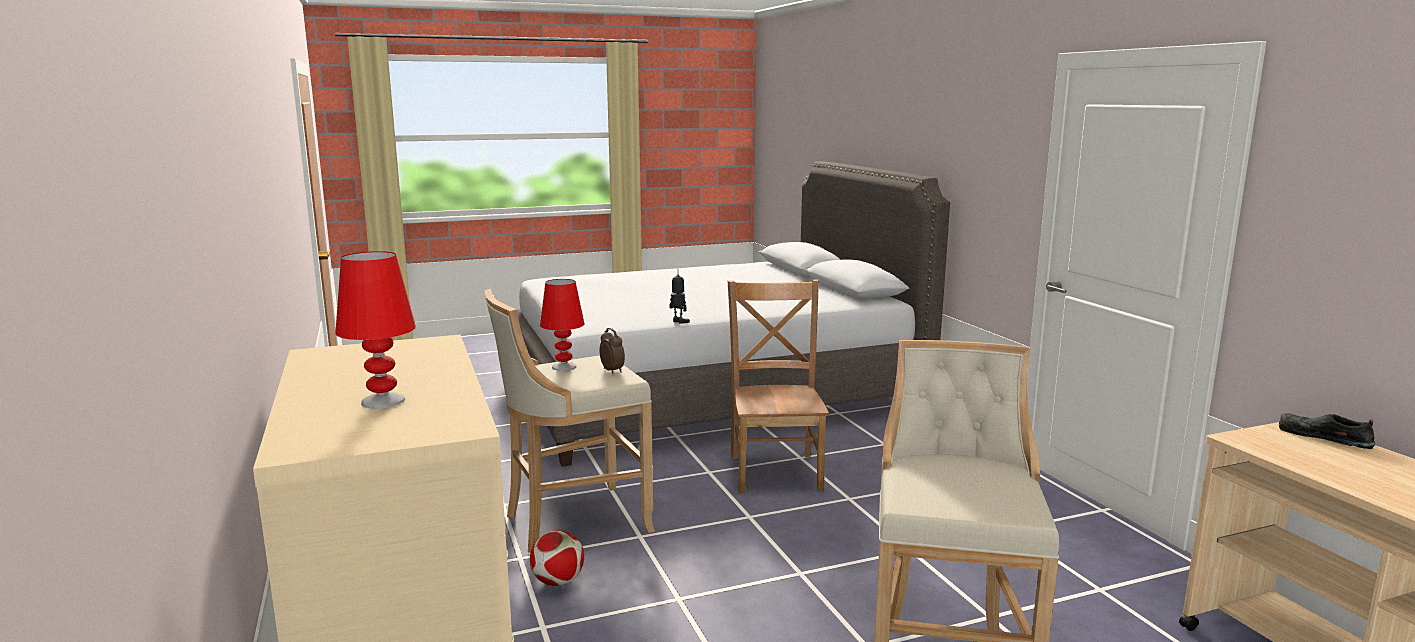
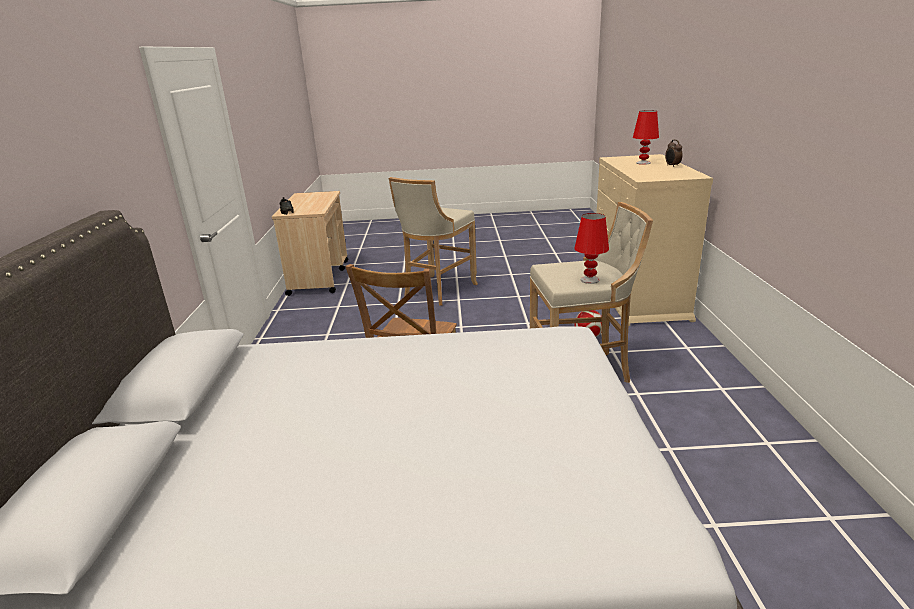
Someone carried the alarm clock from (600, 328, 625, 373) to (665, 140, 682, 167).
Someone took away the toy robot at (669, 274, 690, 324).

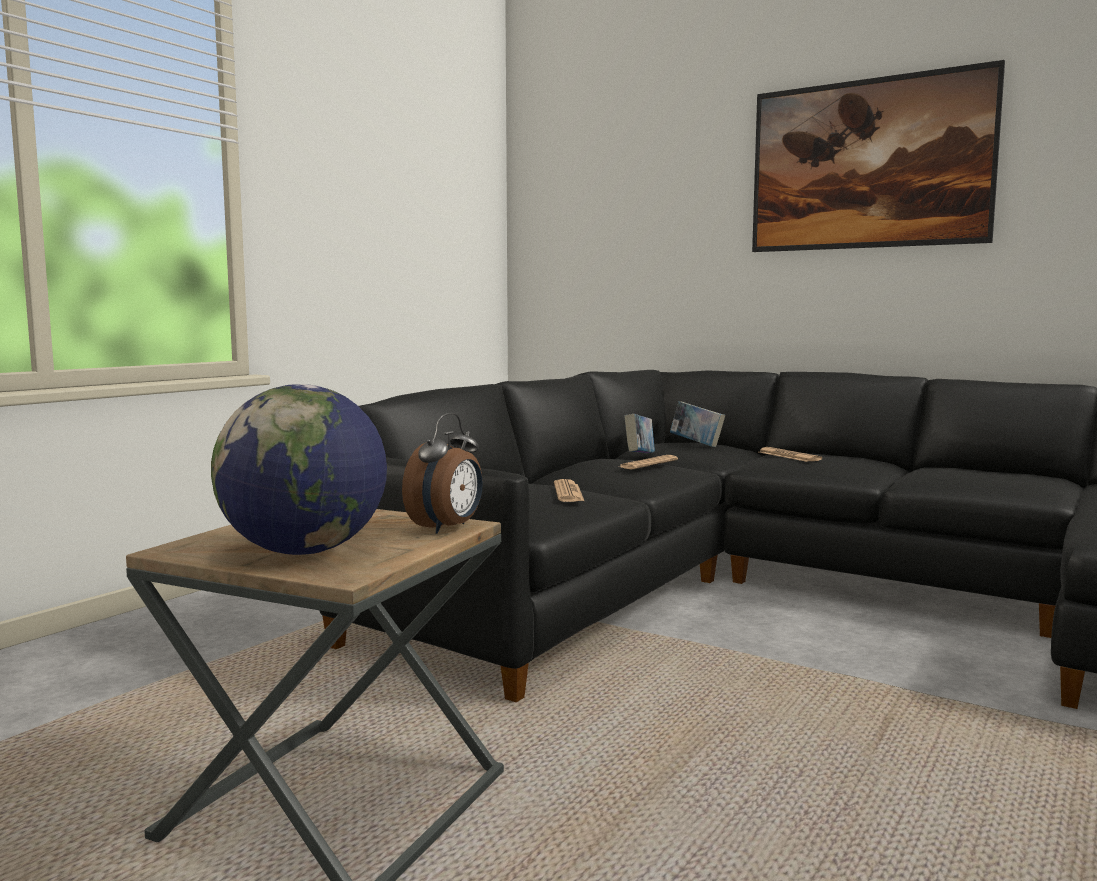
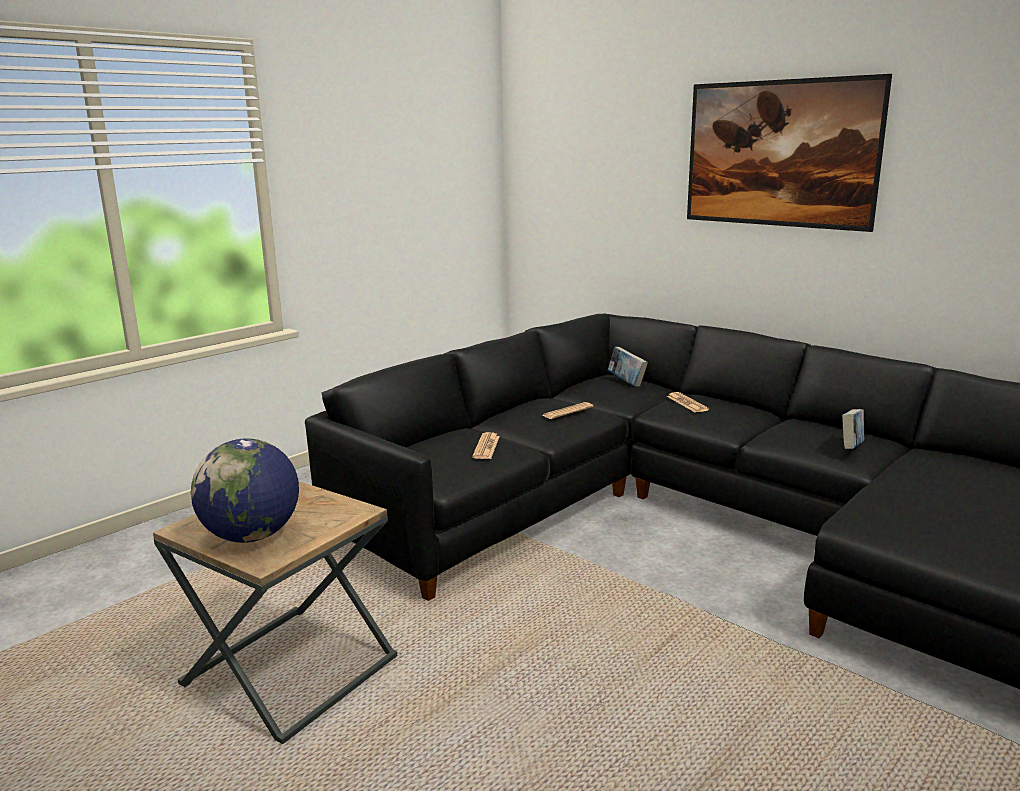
Someone took away the alarm clock at (402, 413, 483, 534).
Someone carried the book from (624, 414, 655, 453) to (842, 409, 864, 449).

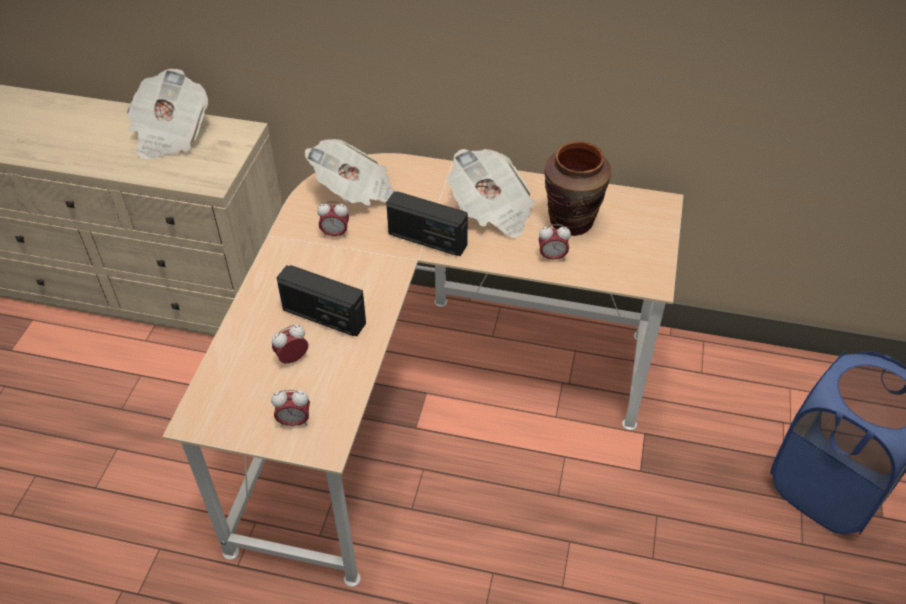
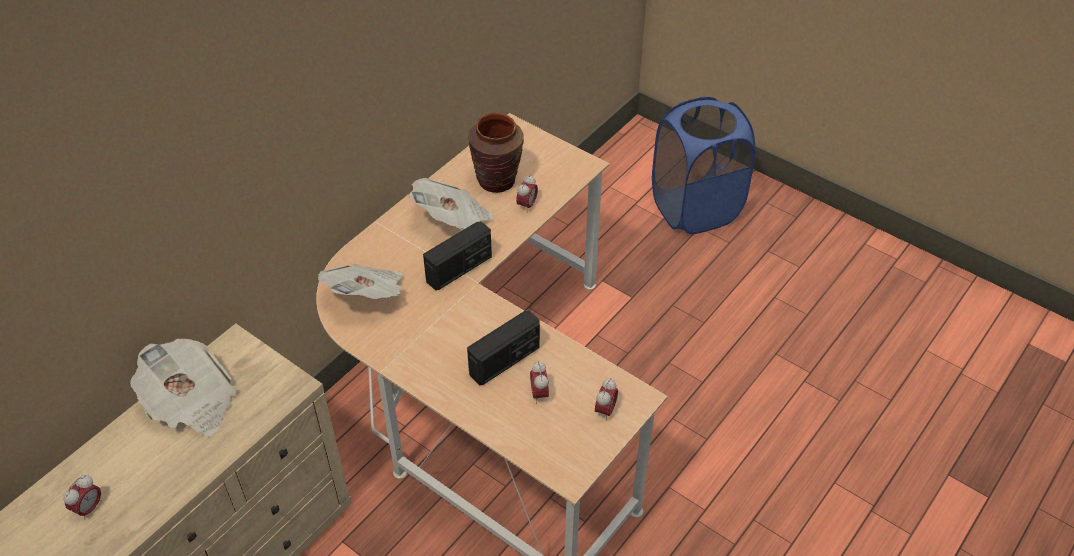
Someone carried the alarm clock from (317, 201, 349, 238) to (63, 475, 102, 520).

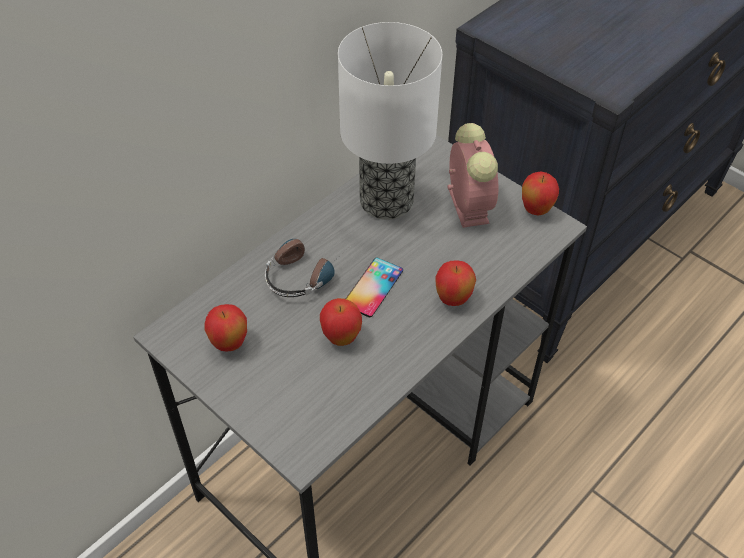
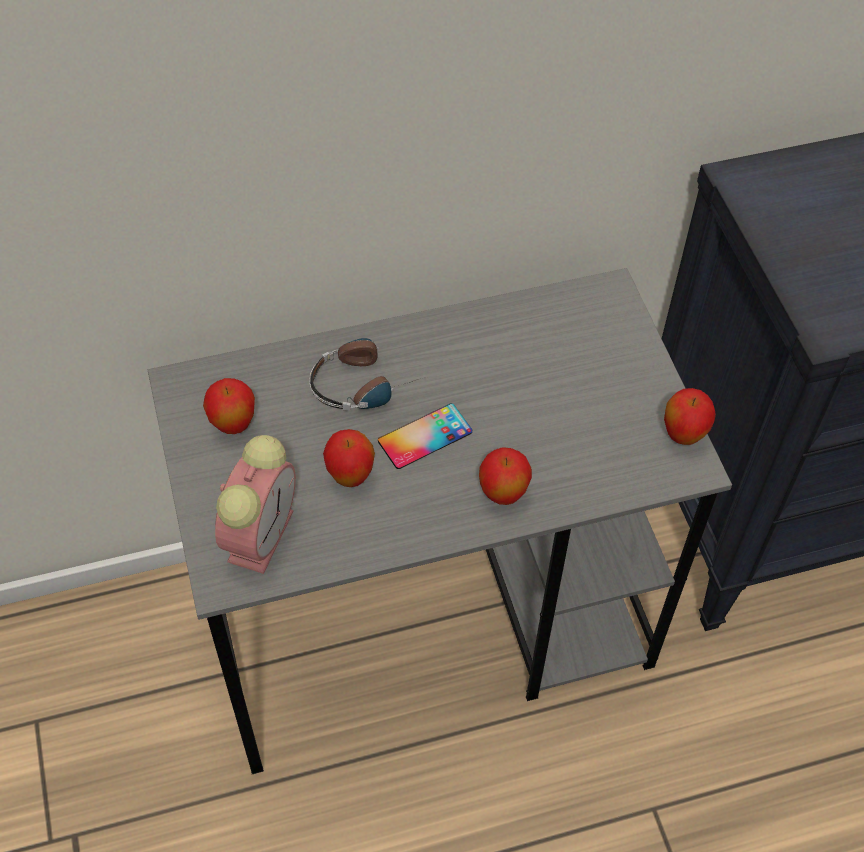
Someone took away the table lamp at (338, 22, 442, 220).
Someone carried the alarm clock from (447, 123, 498, 228) to (215, 435, 296, 574).

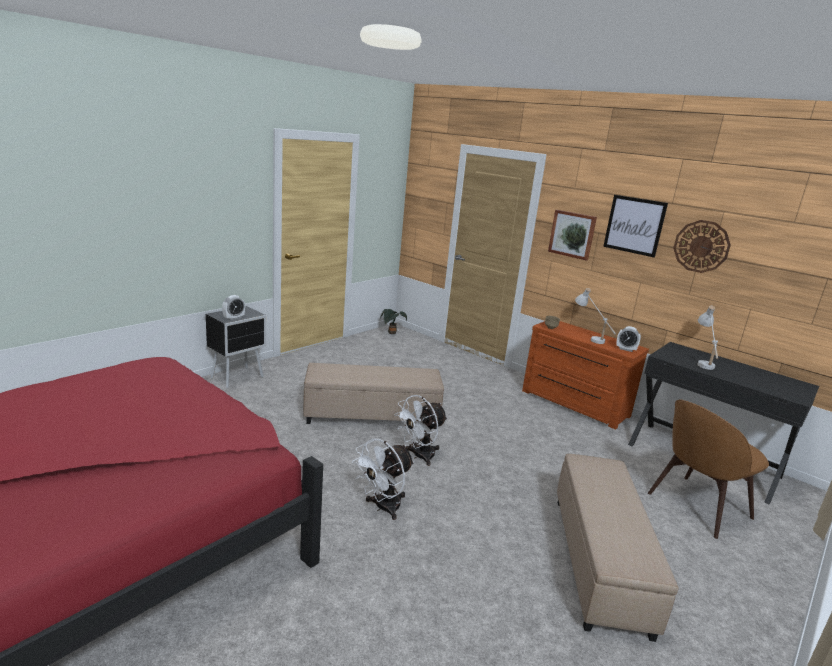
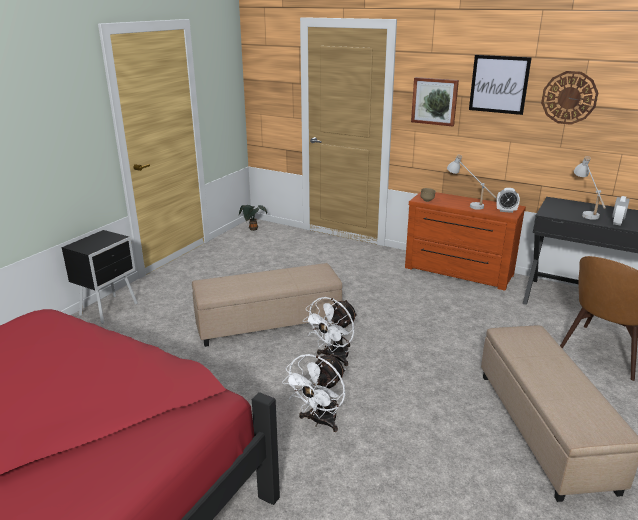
Someone carried the alarm clock from (222, 295, 245, 320) to (612, 196, 630, 226).

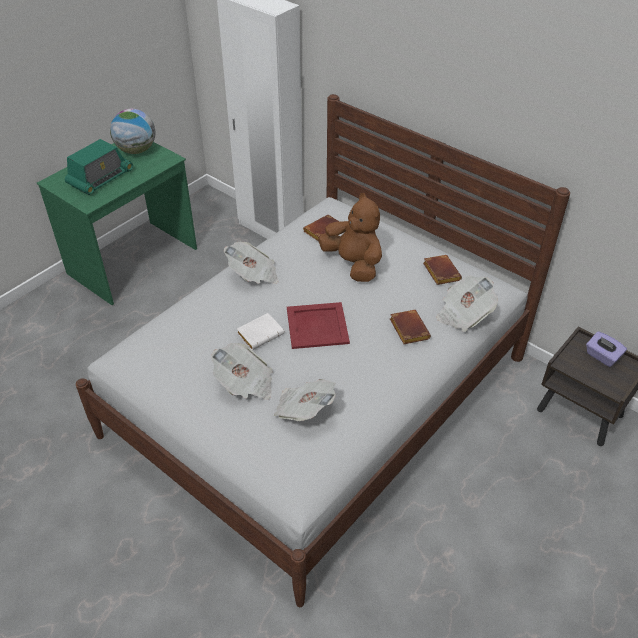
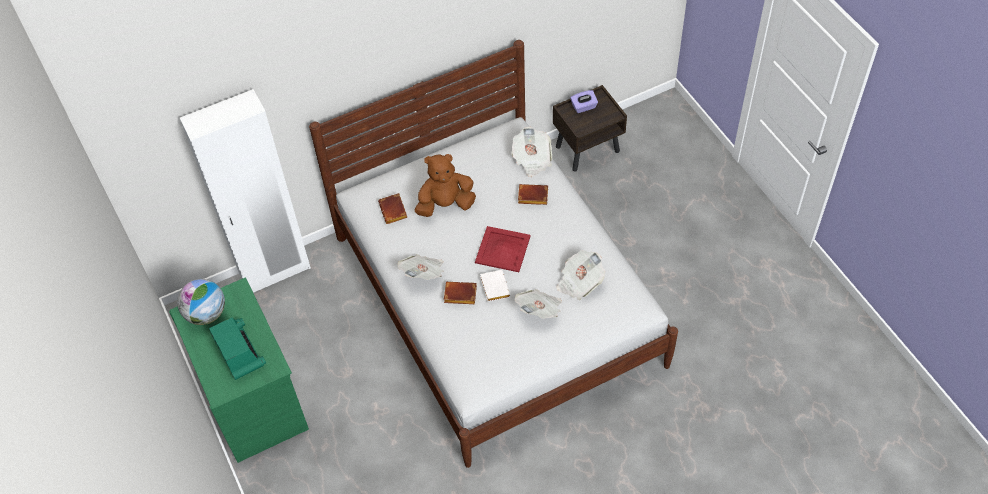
Someone carried the brown book from (423, 255, 462, 285) to (444, 282, 477, 304).

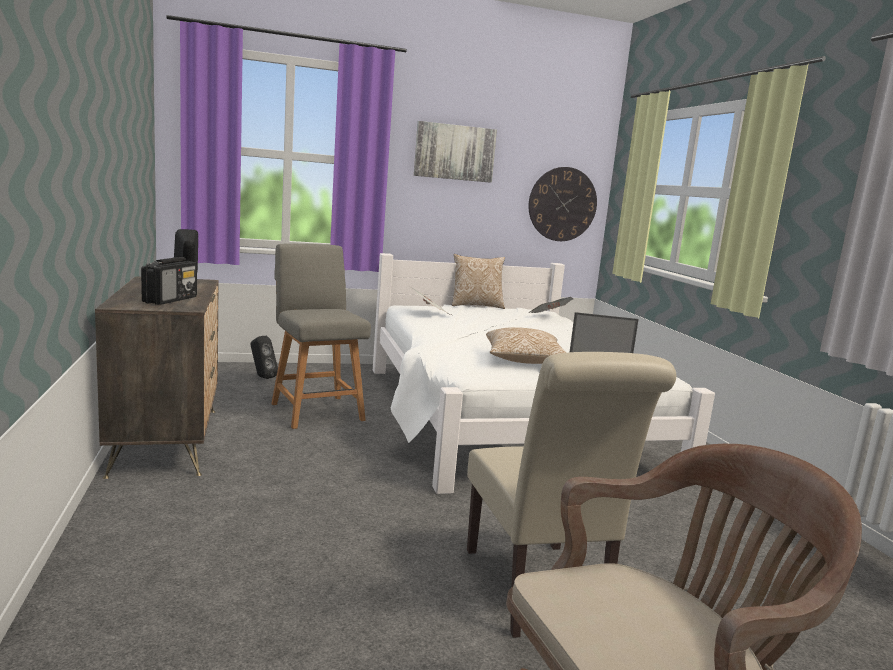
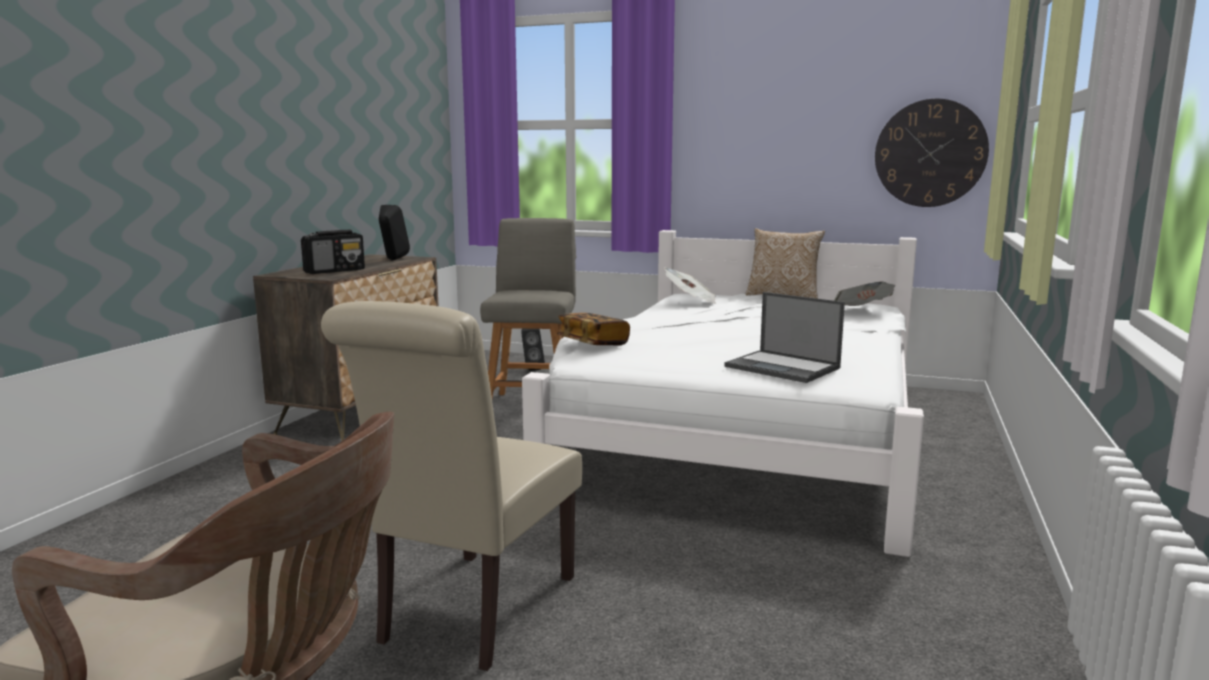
Someone took away the picture at (414, 121, 497, 183).
Someone took away the pillow at (486, 327, 566, 364).
Someone put down the book at (557, 313, 630, 346).

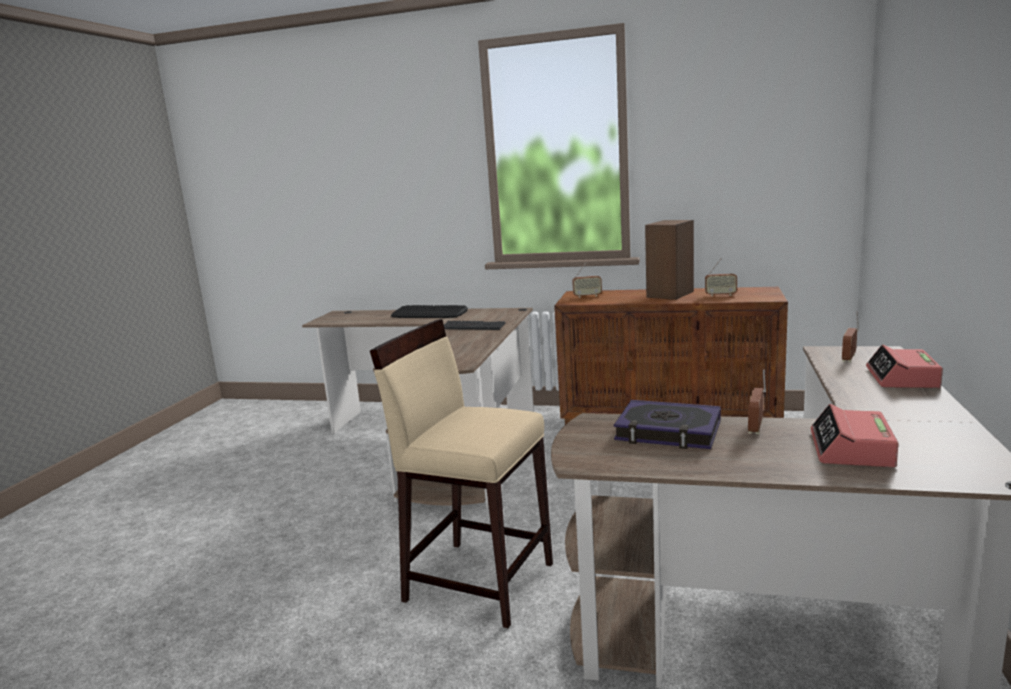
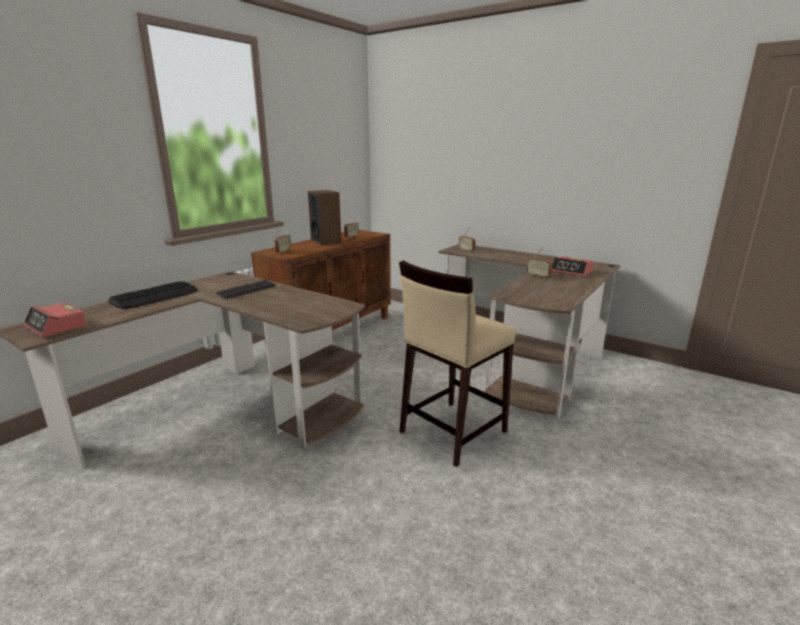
Someone took away the book at (614, 400, 721, 449).
Someone carried the alarm clock from (866, 345, 943, 388) to (24, 303, 87, 337).

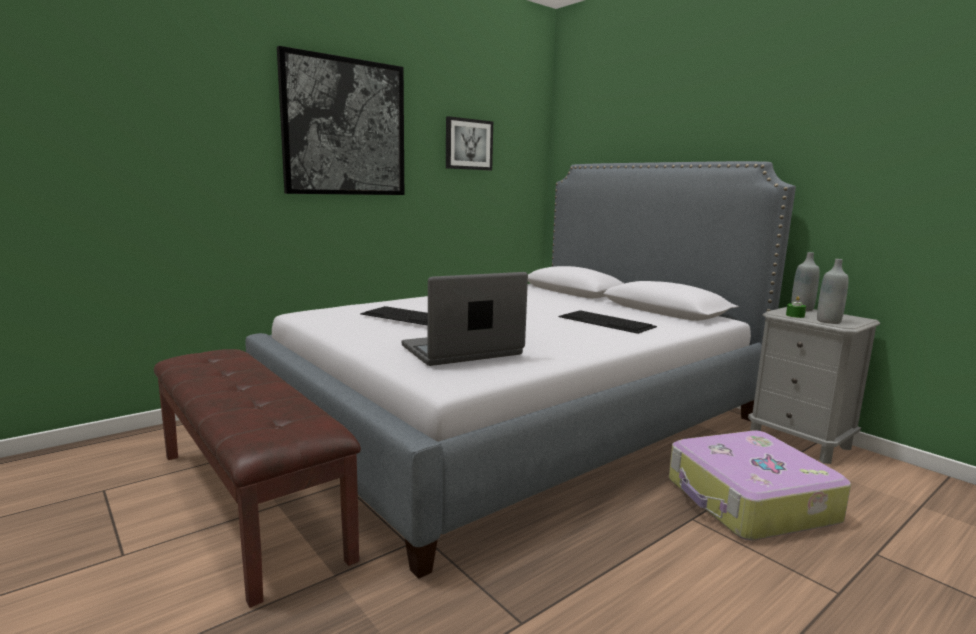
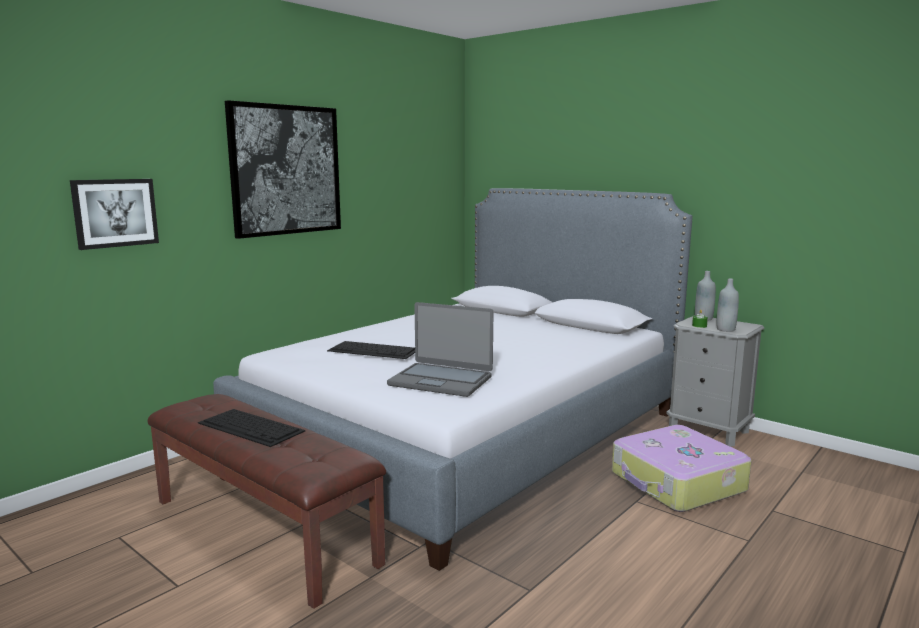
Someone rotated the laptop at (402, 272, 528, 366) by 120 degrees counterclockwise.
Someone carried the picture from (446, 116, 493, 170) to (70, 179, 159, 250).
Someone carried the keyboard from (558, 310, 657, 334) to (198, 409, 305, 447).

